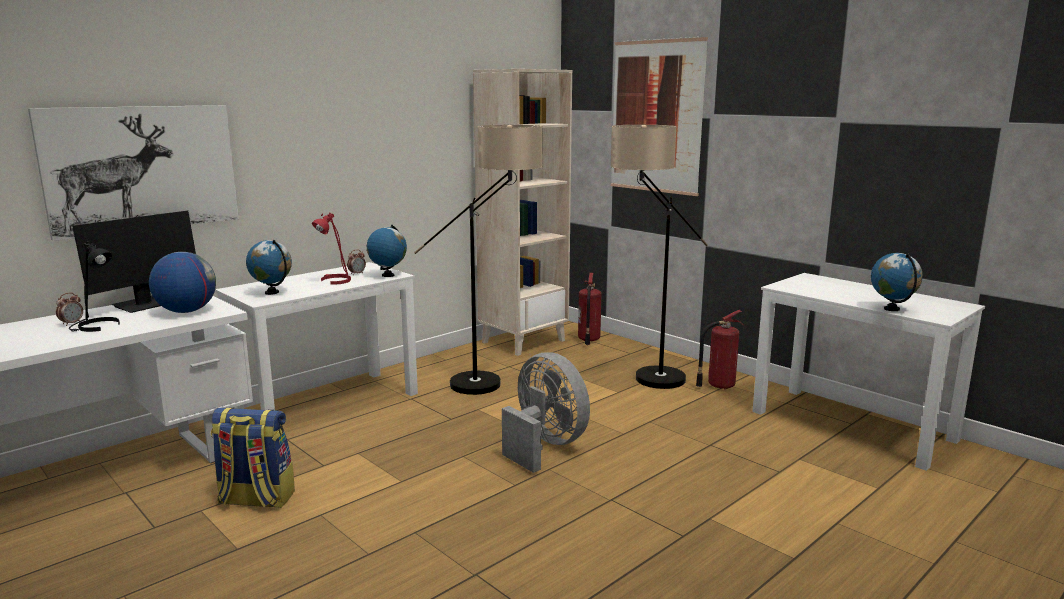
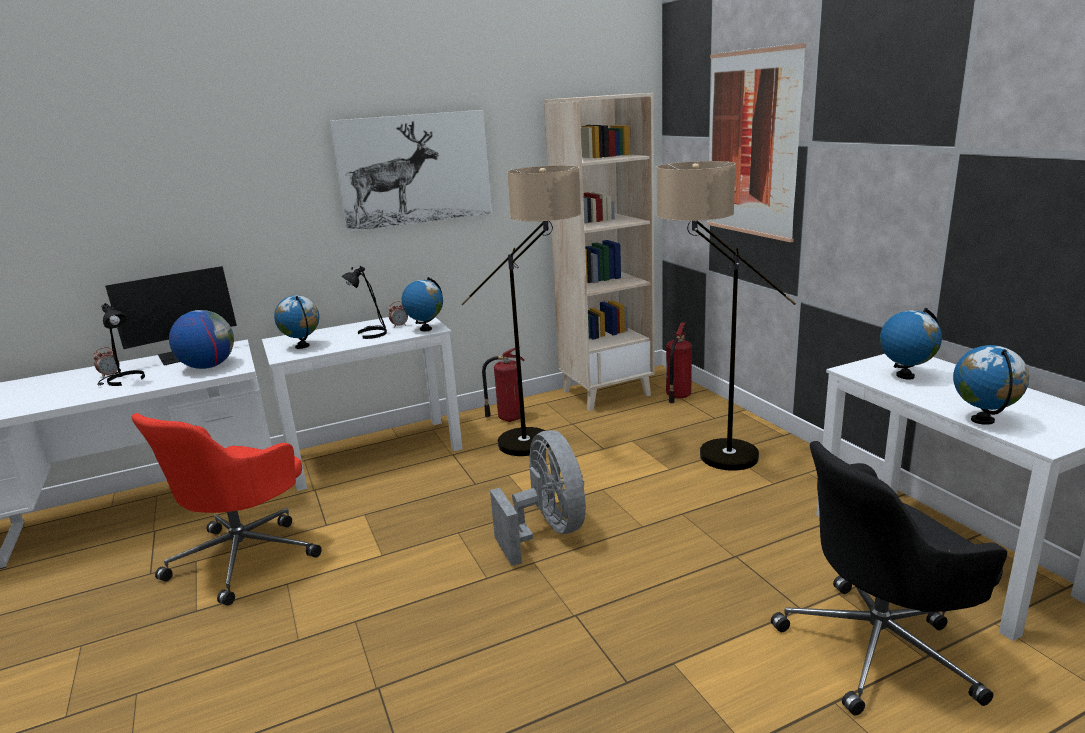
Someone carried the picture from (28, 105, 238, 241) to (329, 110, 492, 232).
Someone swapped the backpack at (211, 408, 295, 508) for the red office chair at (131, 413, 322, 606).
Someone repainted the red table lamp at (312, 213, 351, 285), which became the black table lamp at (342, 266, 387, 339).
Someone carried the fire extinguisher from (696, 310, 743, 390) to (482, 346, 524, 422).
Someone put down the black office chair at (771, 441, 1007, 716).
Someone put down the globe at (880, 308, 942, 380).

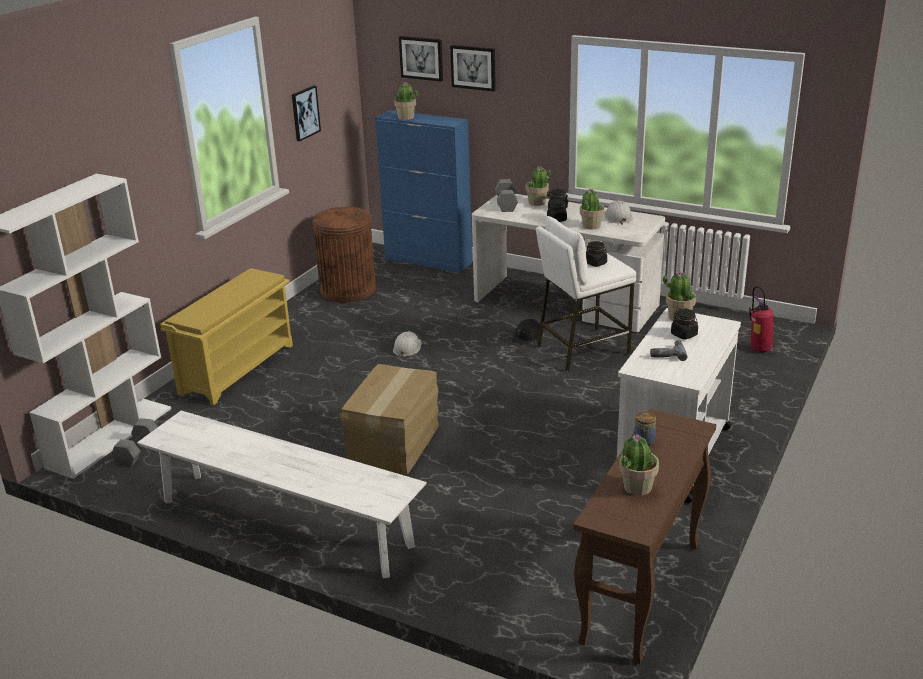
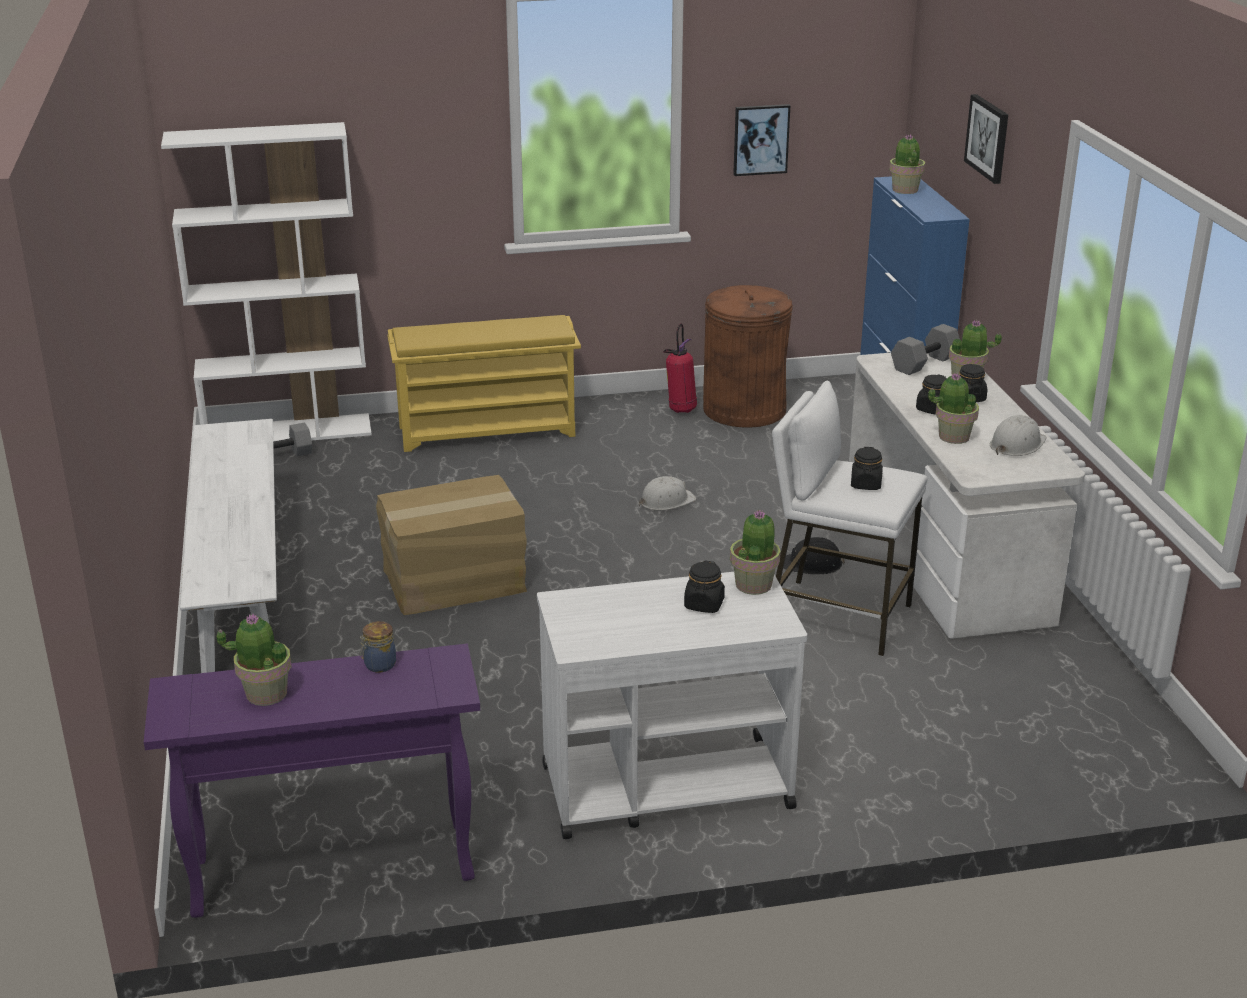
Someone took away the picture at (399, 36, 443, 82).
Someone repainted the brown console table at (573, 409, 716, 664), which became the purple console table at (144, 644, 480, 918).
Someone took away the power drill at (650, 340, 687, 361).
Someone carried the fire extinguisher from (749, 286, 773, 352) to (663, 323, 697, 413).

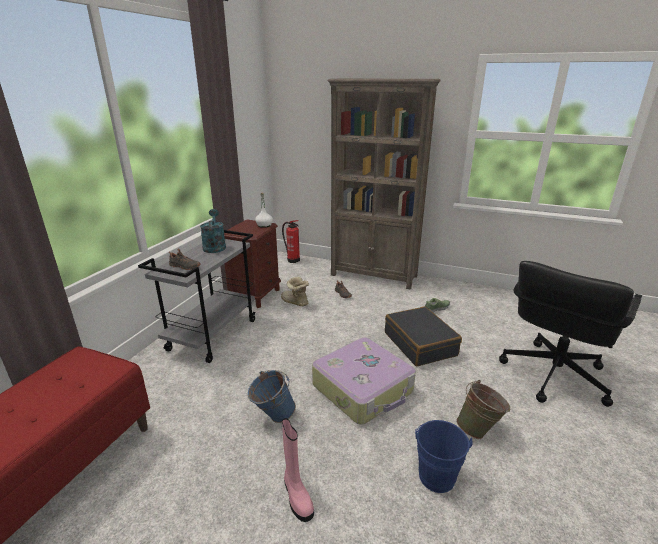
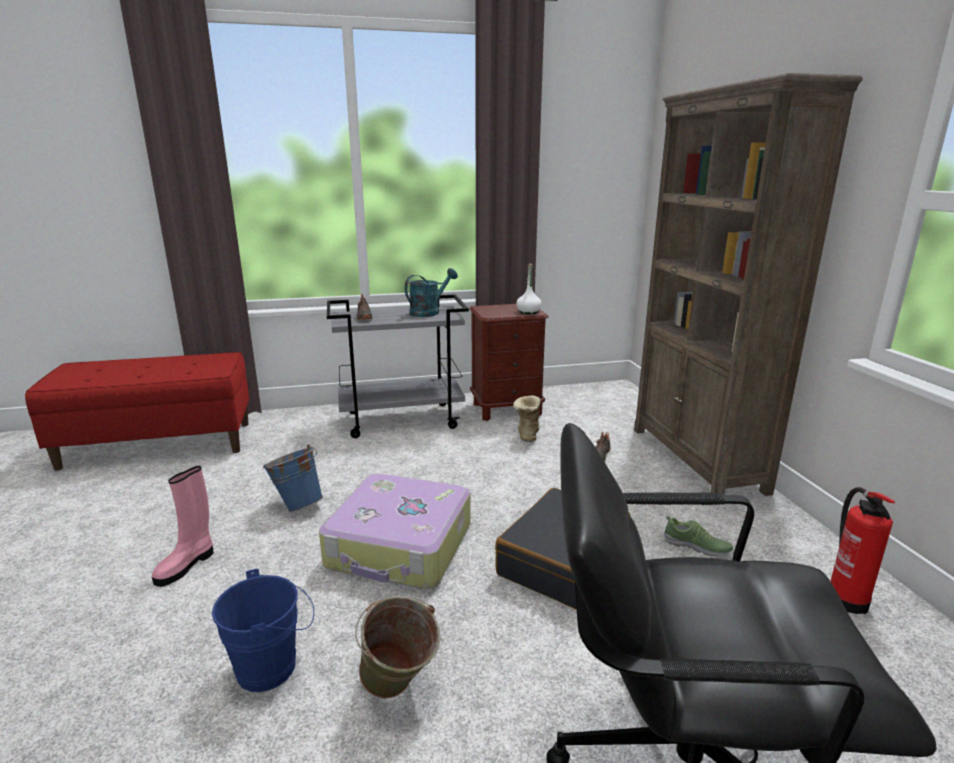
Someone carried the fire extinguisher from (282, 220, 300, 263) to (831, 487, 895, 614).

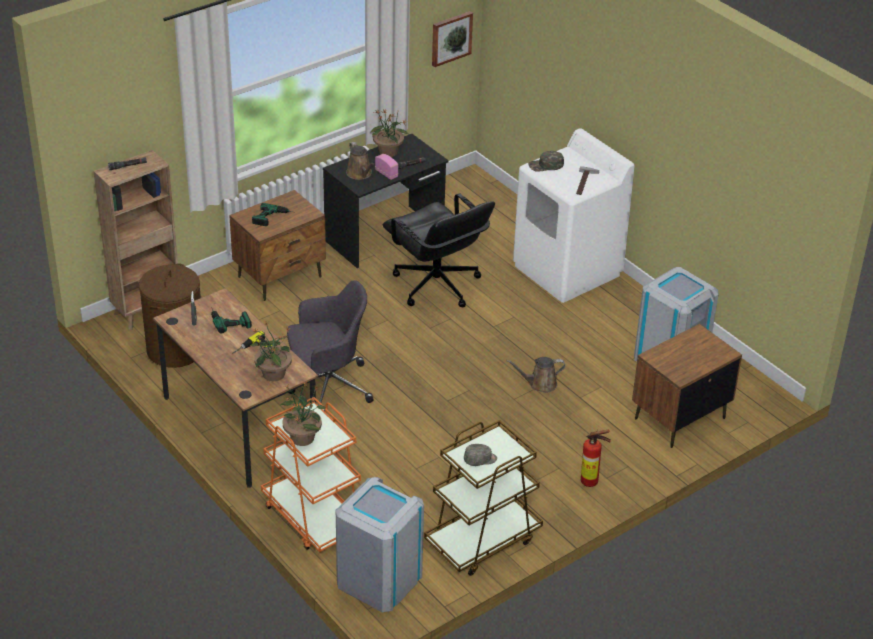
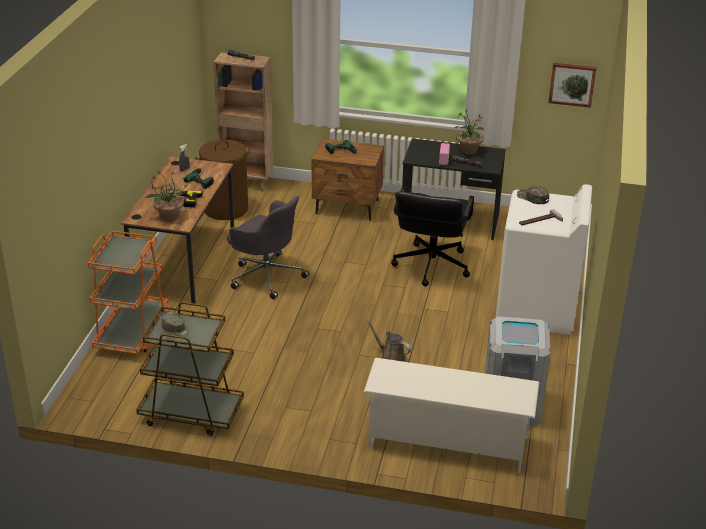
Someone took away the potted plant at (281, 382, 326, 446).
Someone took away the grey trash can at (336, 477, 424, 612).
Someone took away the brown watering can at (346, 142, 374, 180).
Someone took away the fire extinguisher at (581, 429, 611, 487).
Someone swapped the brown nightstand at (632, 324, 742, 448) for the white shoe rack at (364, 358, 539, 473).

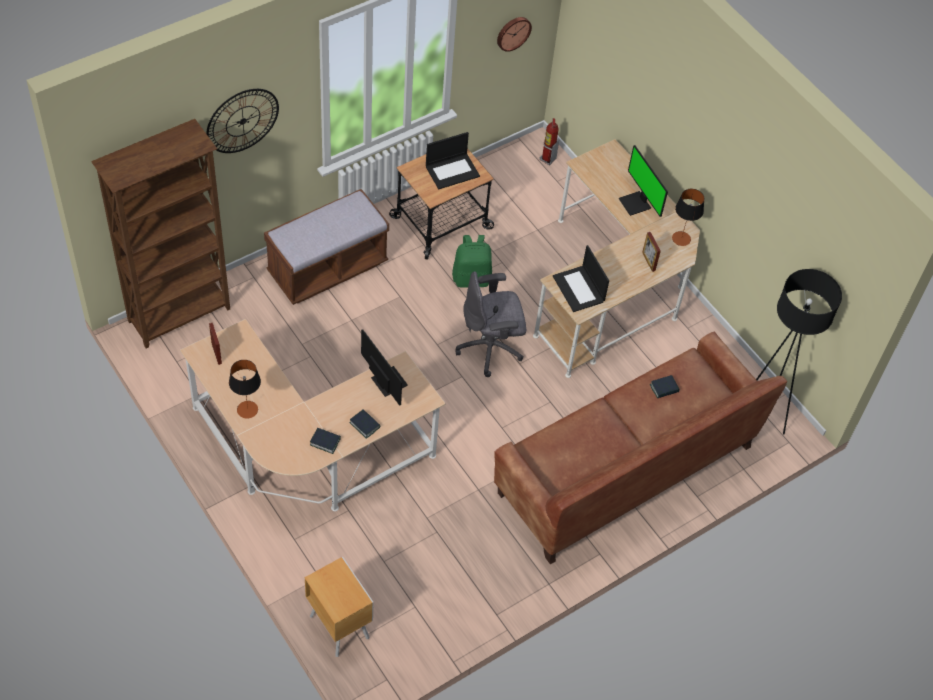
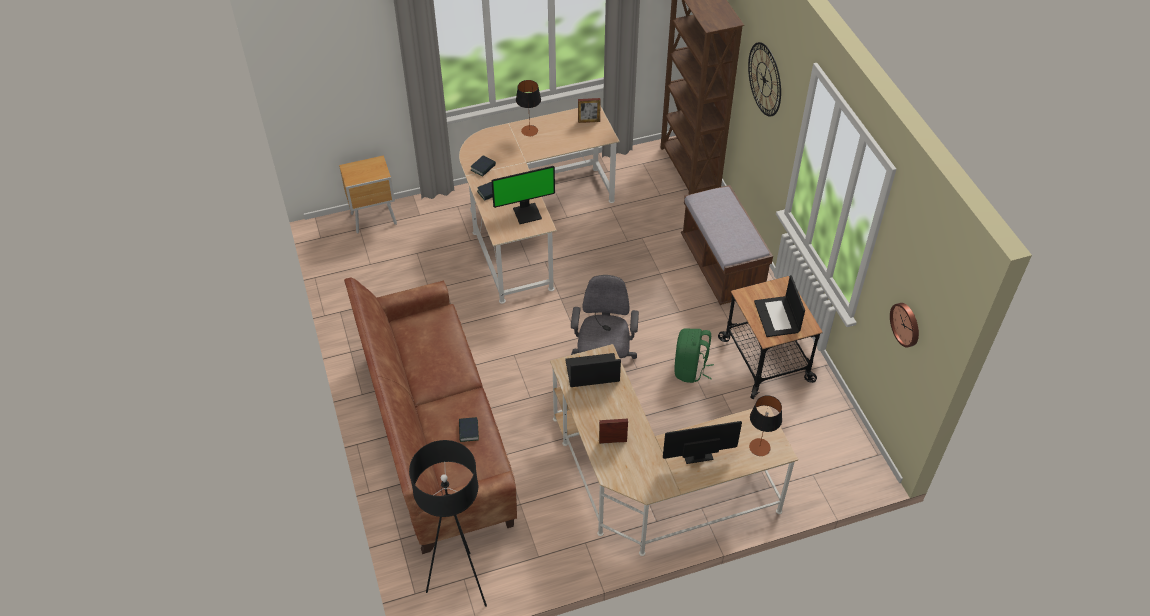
Someone took away the fire extinguisher at (540, 118, 559, 165).
Someone carried the table lamp from (672, 189, 704, 246) to (749, 395, 782, 456).

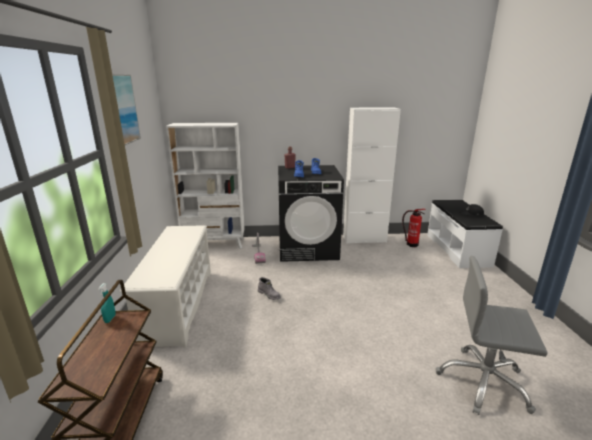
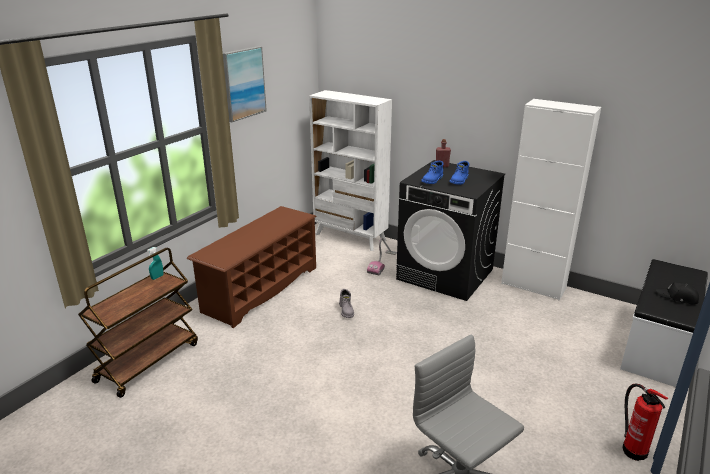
Someone repainted the white shoe rack at (120, 225, 211, 348), which became the brown shoe rack at (187, 206, 316, 328).
Someone carried the fire extinguisher from (402, 209, 425, 247) to (623, 383, 668, 461).

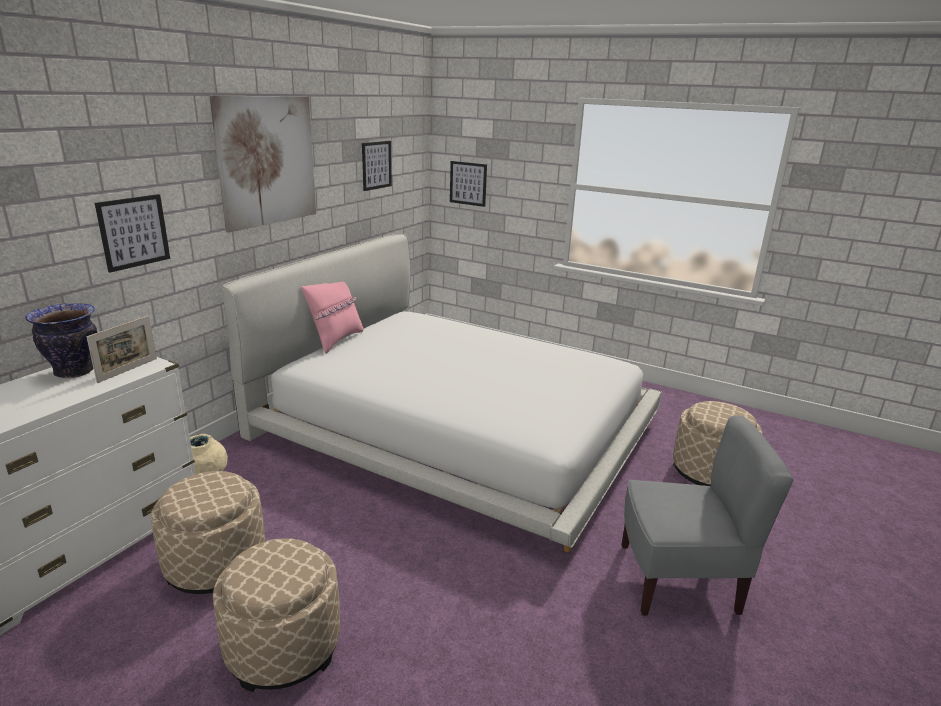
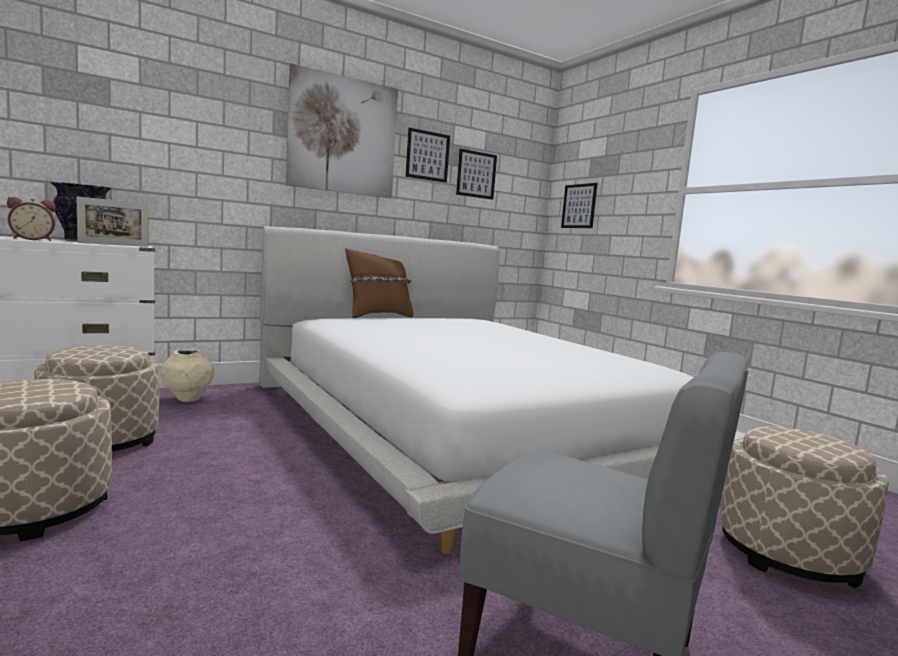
Someone carried the picture from (95, 194, 170, 273) to (405, 128, 450, 183).
Someone repainted the pink pillow at (301, 282, 364, 354), which became the brown pillow at (345, 248, 413, 318).
Someone put down the alarm clock at (7, 197, 56, 241).

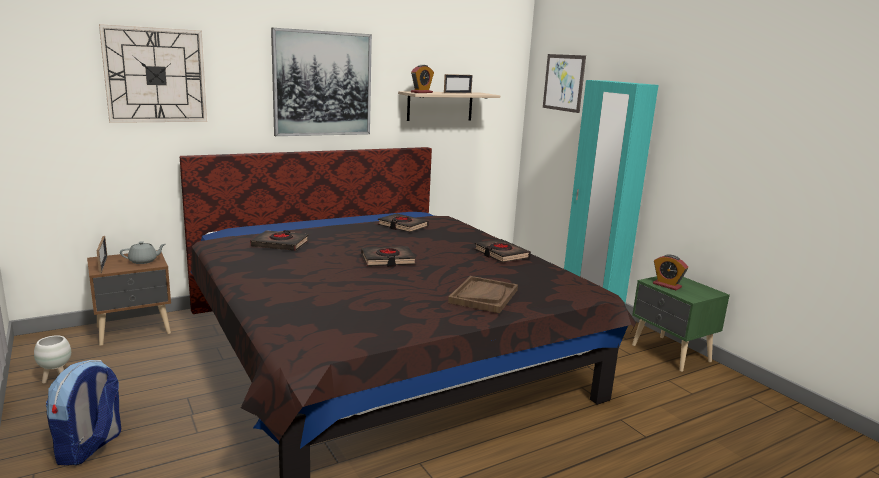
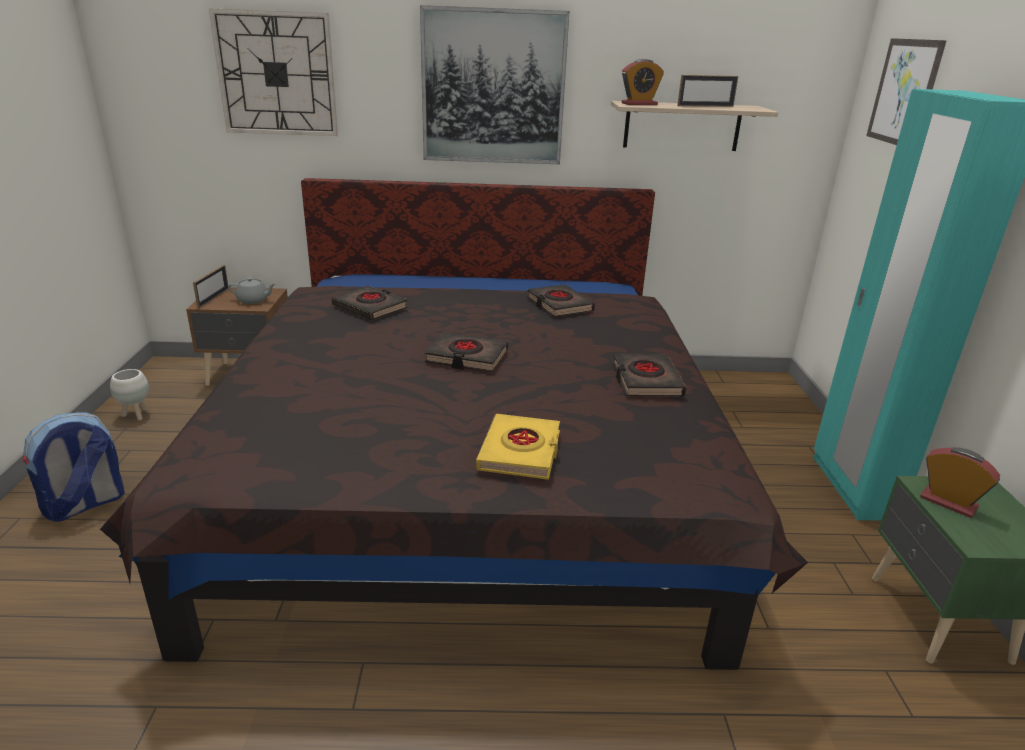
Someone swapped the brown tray at (448, 276, 518, 313) for the yellow book at (476, 414, 560, 480).
Someone rotated the alarm clock at (653, 255, 688, 290) by 150 degrees clockwise.

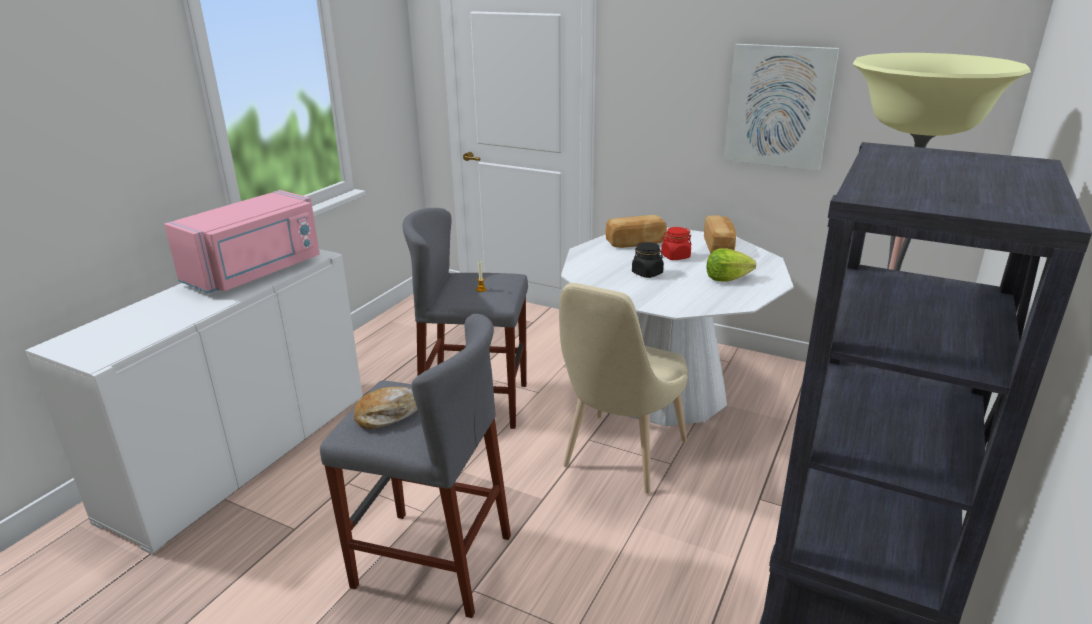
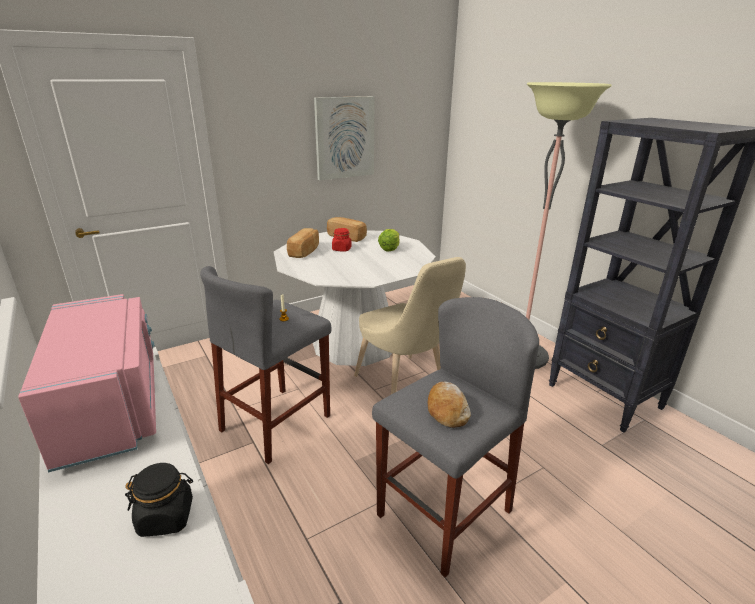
Someone carried the black jar from (632, 242, 664, 278) to (125, 463, 193, 537).

